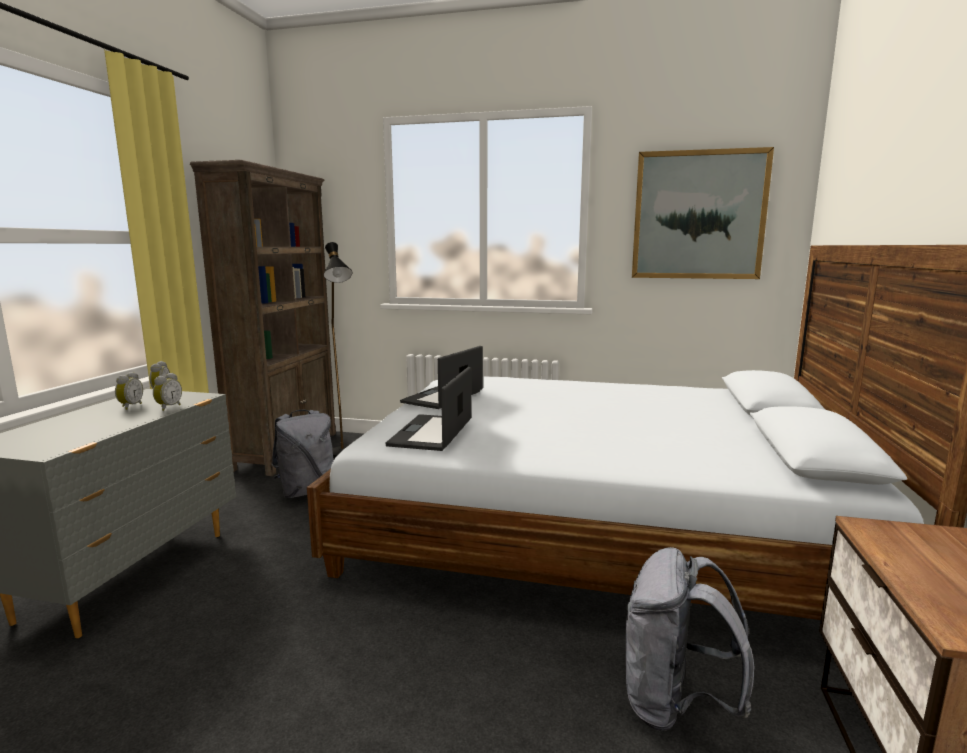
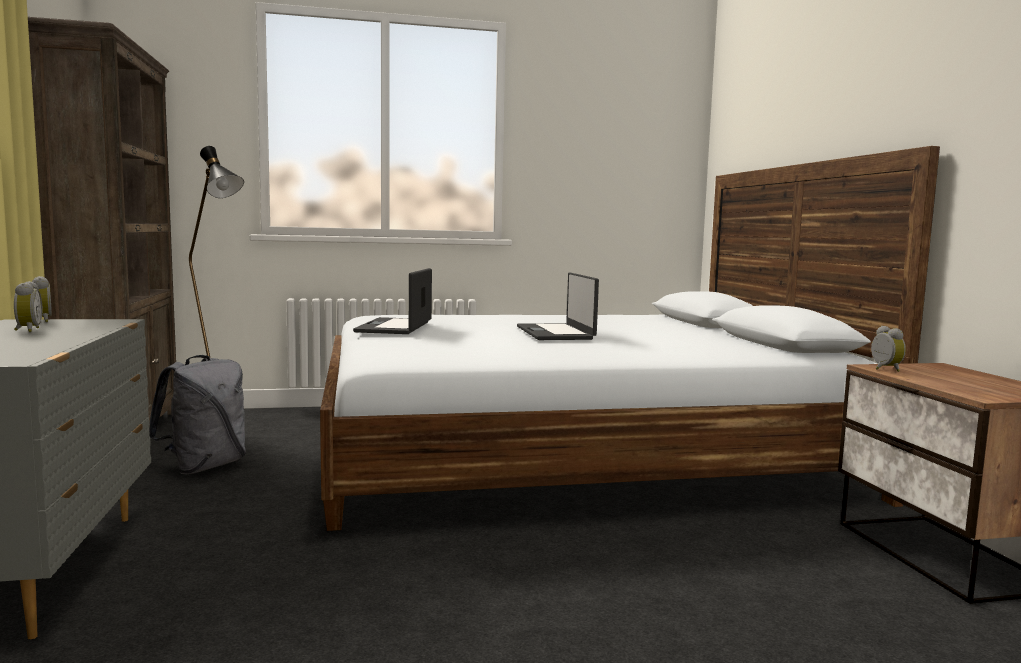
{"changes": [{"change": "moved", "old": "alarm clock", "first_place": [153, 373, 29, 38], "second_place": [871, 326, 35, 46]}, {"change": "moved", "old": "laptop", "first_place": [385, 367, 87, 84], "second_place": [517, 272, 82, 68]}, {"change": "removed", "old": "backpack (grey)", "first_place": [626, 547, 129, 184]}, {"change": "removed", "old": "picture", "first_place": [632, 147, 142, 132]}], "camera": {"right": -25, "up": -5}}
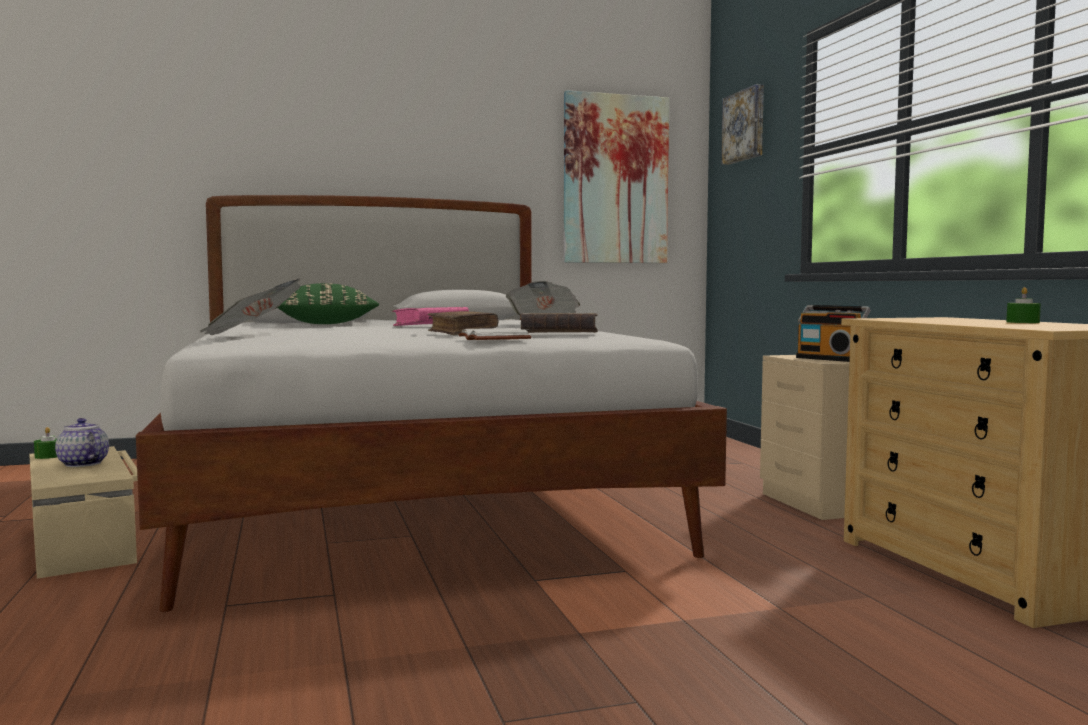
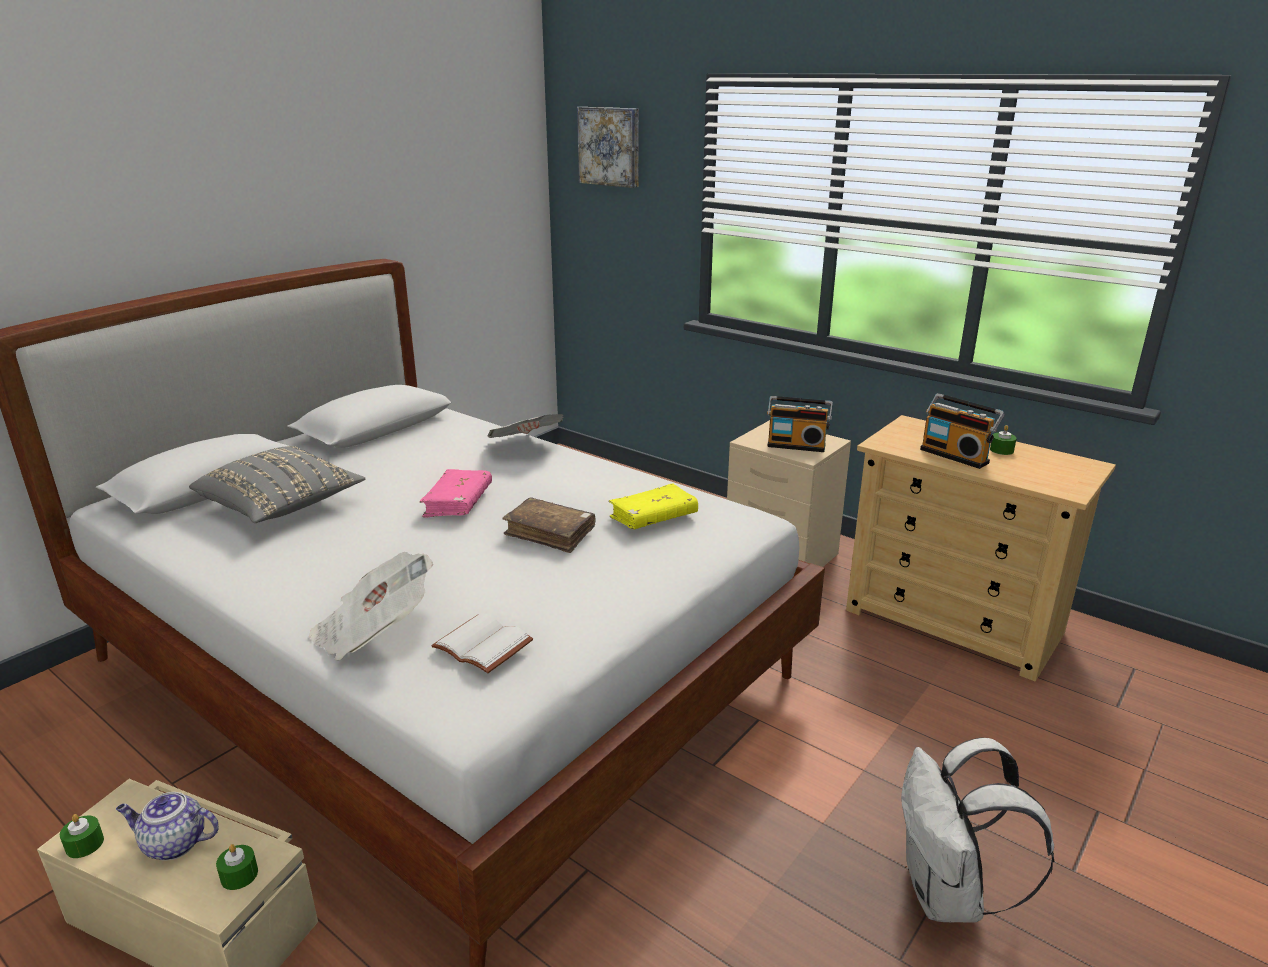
{"changes": [{"change": "recoloured", "old": "pillow (green)", "new": "pillow (grey)", "first_place": [278, 283, 101, 41], "second_place": [189, 446, 176, 77]}, {"change": "moved", "old": "book (white)", "first_place": [458, 328, 74, 12], "second_place": [431, 613, 102, 60]}, {"change": "recoloured", "old": "book (brown)", "new": "book (yellow)", "first_place": [520, 313, 78, 20], "second_place": [608, 483, 90, 46]}, {"change": "removed", "old": "picture", "first_place": [564, 90, 105, 173]}, {"change": "added", "new": "candle (green)", "second_place": [216, 844, 42, 46]}, {"change": "added", "new": "backpack (white)", "second_place": [901, 738, 153, 185]}, {"change": "added", "new": "radio", "second_place": [920, 393, 85, 76]}], "camera": {"right": -35, "up": 20}}
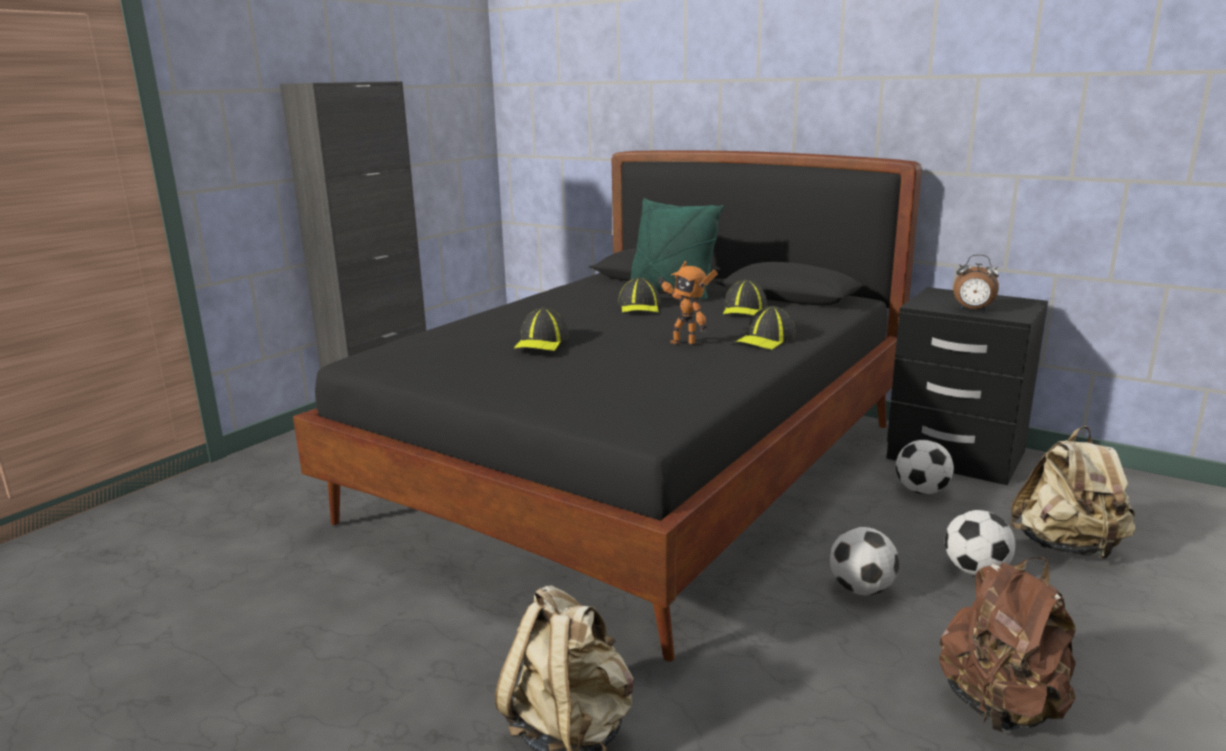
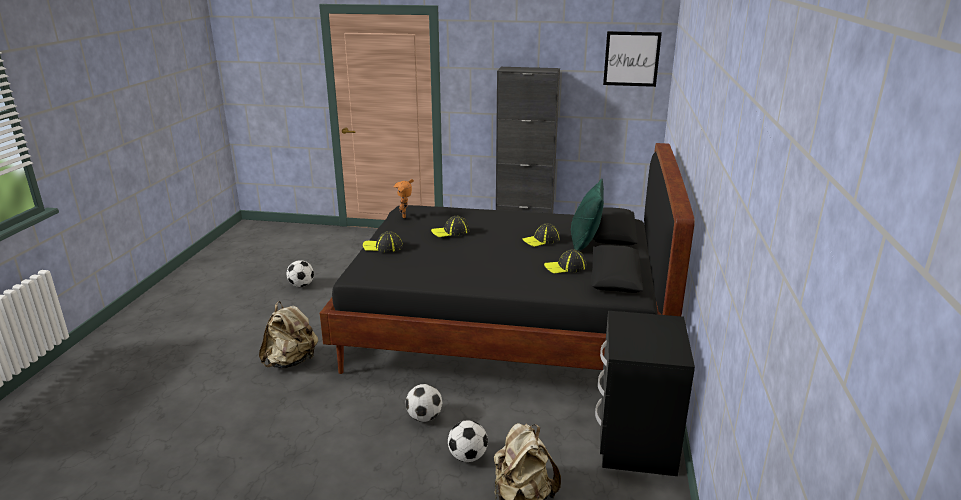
{"changes": [{"change": "moved", "old": "toy robot", "first_place": [657, 261, 61, 84], "second_place": [394, 179, 20, 40]}, {"change": "moved", "old": "cap", "first_place": [735, 306, 61, 44], "second_place": [363, 231, 40, 22]}, {"change": "moved", "old": "football", "first_place": [896, 440, 58, 54], "second_place": [287, 260, 27, 27]}, {"change": "removed", "old": "backpack (brown)", "first_place": [939, 557, 137, 176]}, {"change": "removed", "old": "alarm clock", "first_place": [953, 254, 46, 58]}, {"change": "added", "new": "picture", "second_place": [603, 31, 59, 56]}], "camera": {"right": 65, "up": 5}}
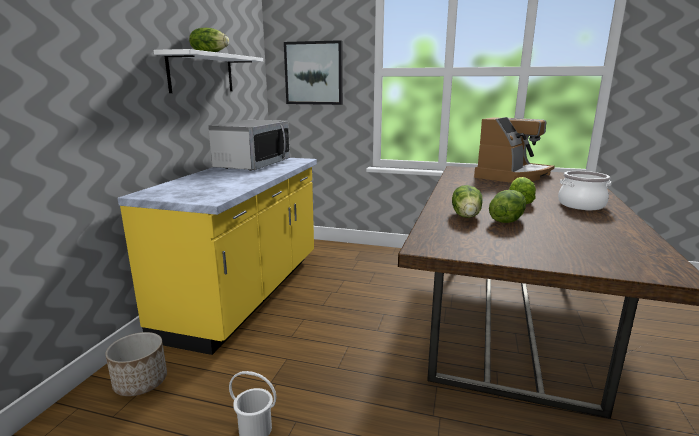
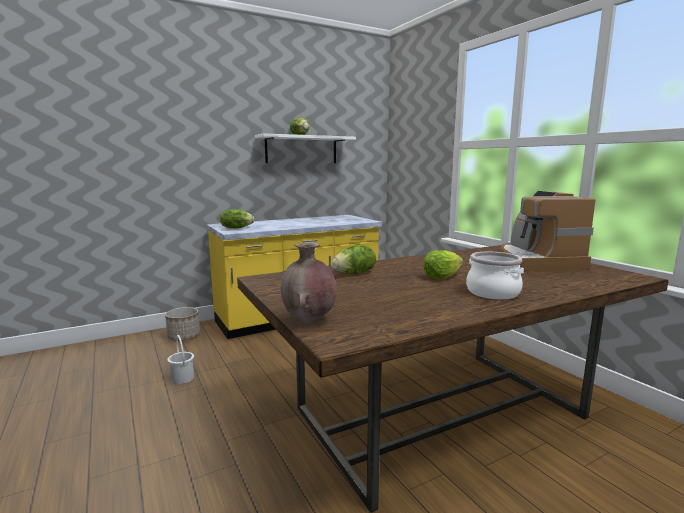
{"changes": [{"change": "removed", "old": "microwave", "first_place": [208, 120, 82, 51]}, {"change": "removed", "old": "picture", "first_place": [284, 40, 59, 65]}, {"change": "turned", "old": "coffee machine", "first_place": [474, 117, 81, 66], "second_place": [500, 191, 96, 80], "degrees": 90}, {"change": "moved", "old": "lettuce", "first_place": [489, 190, 37, 33], "second_place": [220, 209, 34, 20]}, {"change": "added", "new": "vase (brown)", "second_place": [280, 242, 57, 81]}], "camera": {"right": 45, "up": -5}}
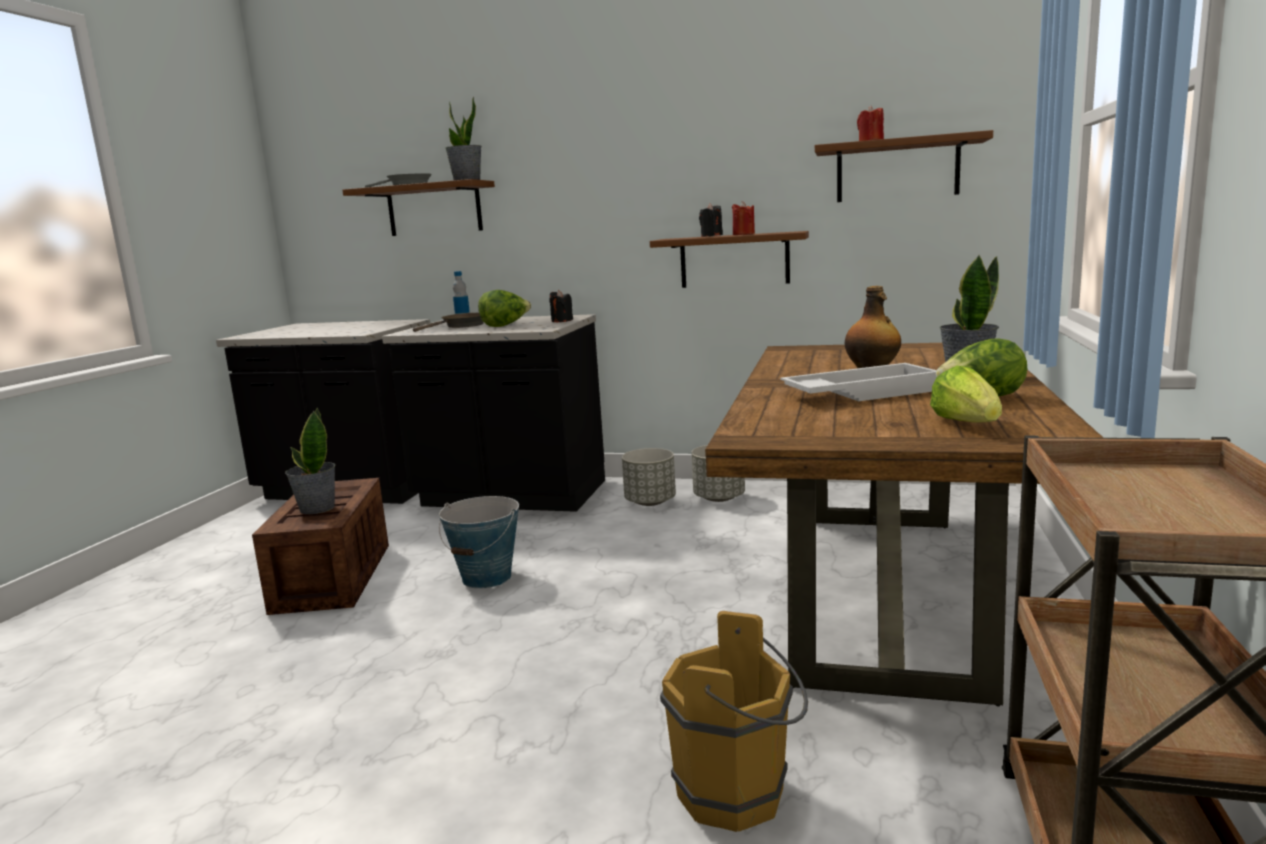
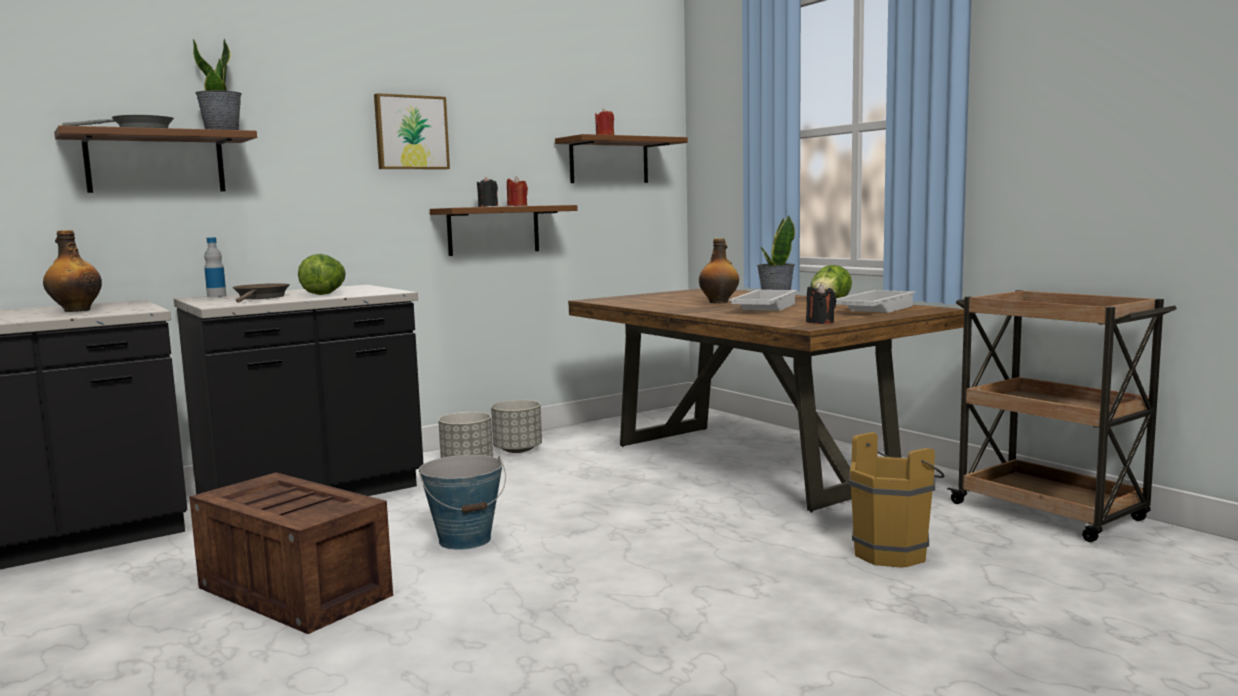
{"changes": [{"change": "removed", "old": "potted plant", "first_place": [285, 407, 50, 107]}, {"change": "moved", "old": "candle (black)", "first_place": [549, 290, 24, 32], "second_place": [806, 283, 30, 41]}, {"change": "replaced", "old": "lettuce", "new": "tray (white)", "first_place": [930, 366, 72, 57], "second_place": [836, 290, 80, 23]}, {"change": "added", "new": "bottle", "second_place": [43, 230, 59, 82]}, {"change": "added", "new": "picture", "second_place": [374, 93, 76, 76]}], "camera": {"right": -50, "up": -5}}
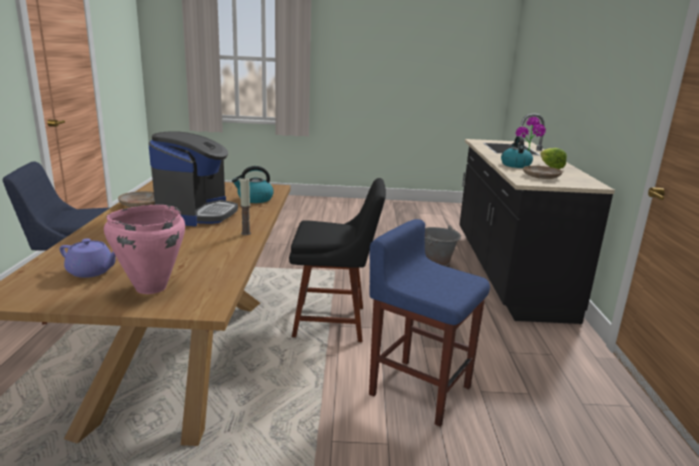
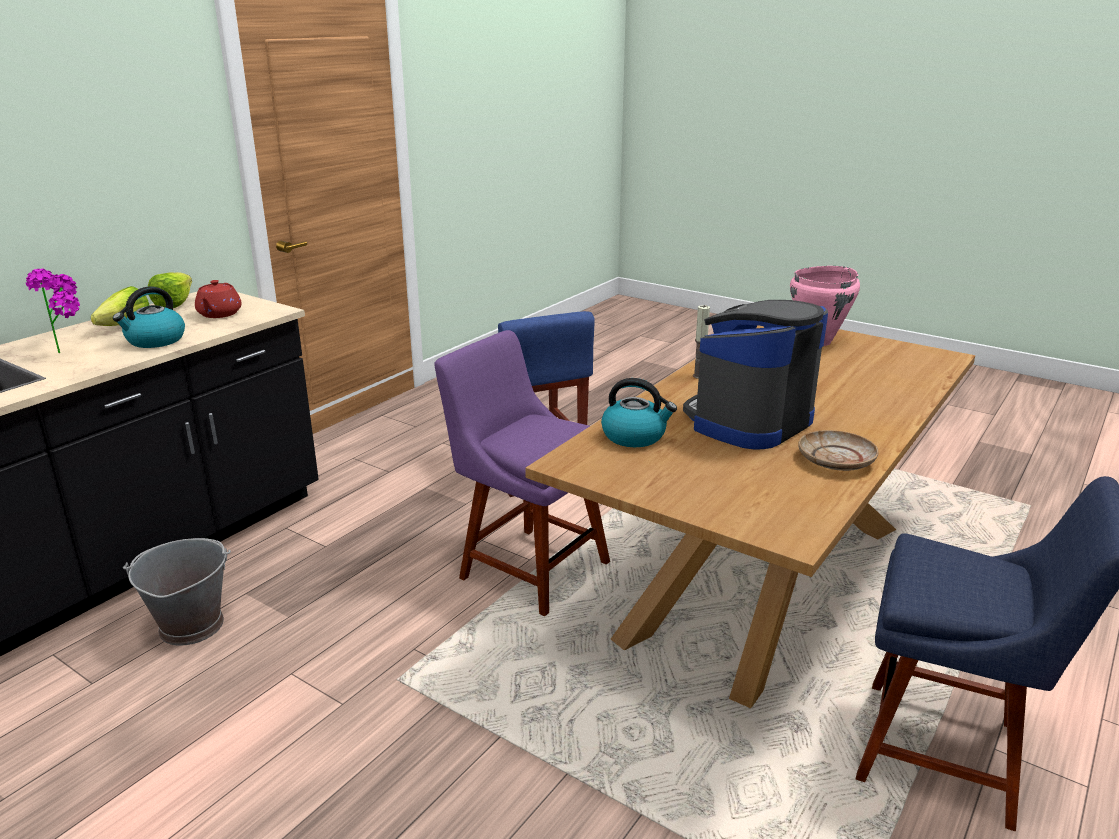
{"changes": [{"change": "removed", "old": "teapot (purple)", "first_place": [59, 238, 57, 40]}, {"change": "recoloured", "old": "chair (black)", "new": "chair (purple)", "first_place": [289, 178, 97, 164], "second_place": [434, 330, 176, 286]}, {"change": "replaced", "old": "plate (beige)", "new": "teapot (red)", "first_place": [523, 166, 40, 13], "second_place": [195, 280, 47, 38]}, {"change": "added", "new": "lettuce", "second_place": [148, 272, 44, 36]}], "camera": {"right": -145, "up": 5}}
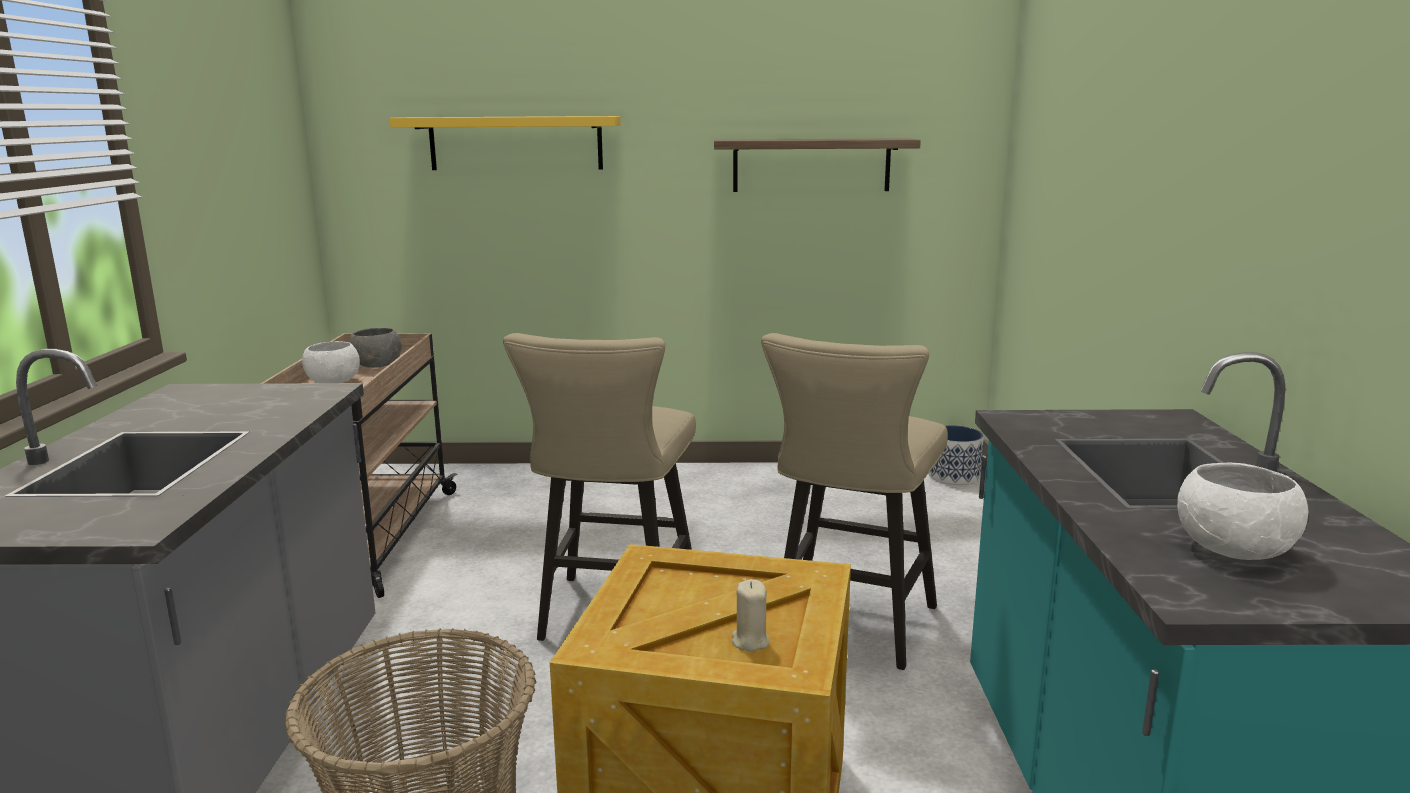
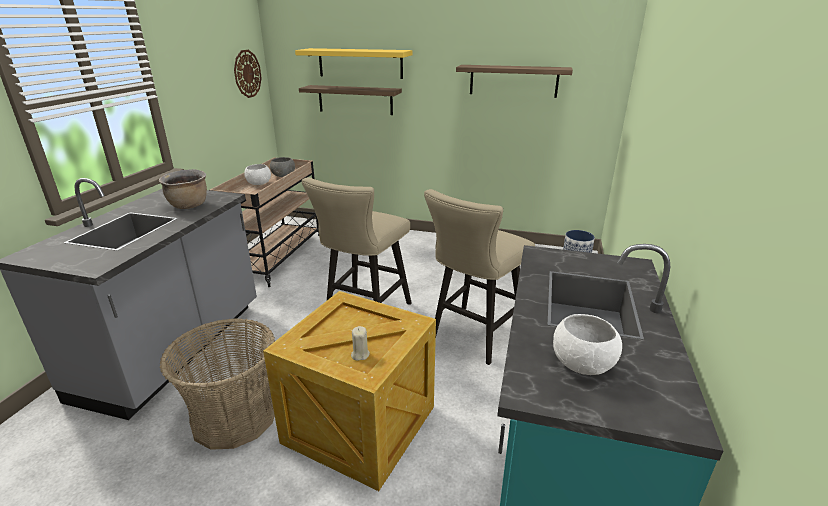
{"changes": [{"change": "added", "new": "cooking pot (brown)", "second_place": [159, 169, 48, 40]}, {"change": "added", "new": "wall clock", "second_place": [234, 50, 28, 48]}, {"change": "added", "new": "shelf", "second_place": [299, 85, 103, 30]}], "camera": {"right": 15, "up": 10}}
